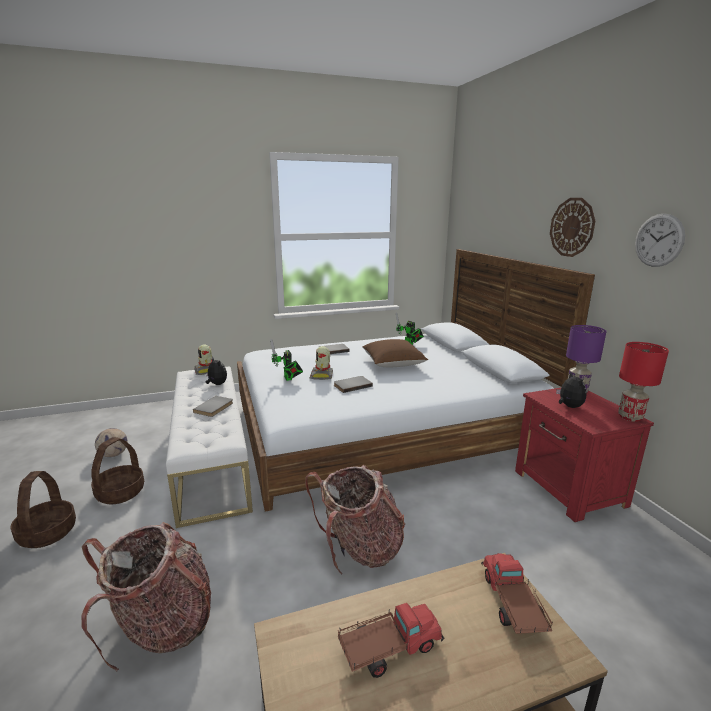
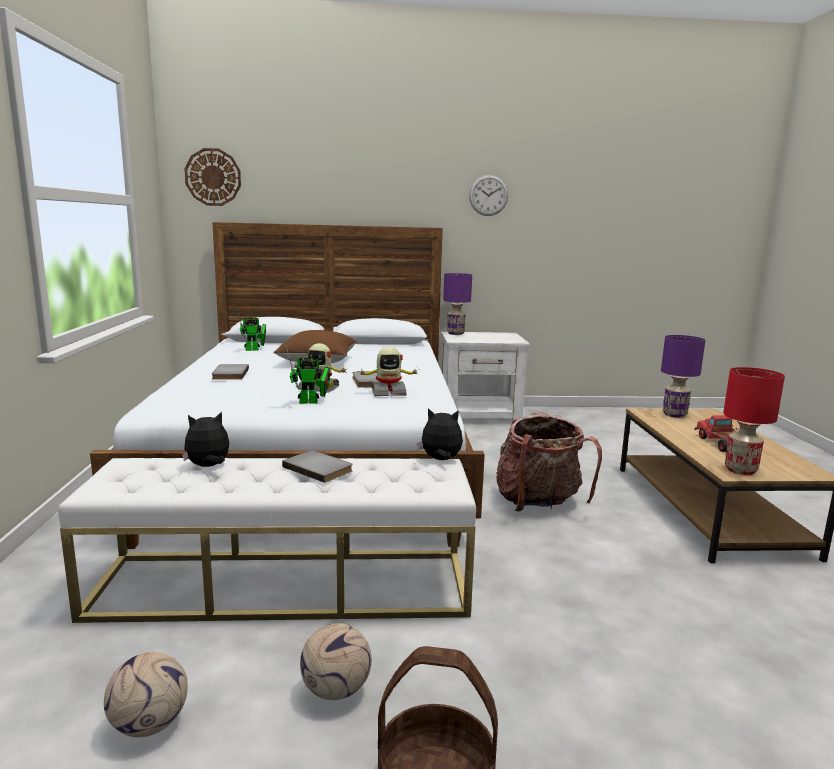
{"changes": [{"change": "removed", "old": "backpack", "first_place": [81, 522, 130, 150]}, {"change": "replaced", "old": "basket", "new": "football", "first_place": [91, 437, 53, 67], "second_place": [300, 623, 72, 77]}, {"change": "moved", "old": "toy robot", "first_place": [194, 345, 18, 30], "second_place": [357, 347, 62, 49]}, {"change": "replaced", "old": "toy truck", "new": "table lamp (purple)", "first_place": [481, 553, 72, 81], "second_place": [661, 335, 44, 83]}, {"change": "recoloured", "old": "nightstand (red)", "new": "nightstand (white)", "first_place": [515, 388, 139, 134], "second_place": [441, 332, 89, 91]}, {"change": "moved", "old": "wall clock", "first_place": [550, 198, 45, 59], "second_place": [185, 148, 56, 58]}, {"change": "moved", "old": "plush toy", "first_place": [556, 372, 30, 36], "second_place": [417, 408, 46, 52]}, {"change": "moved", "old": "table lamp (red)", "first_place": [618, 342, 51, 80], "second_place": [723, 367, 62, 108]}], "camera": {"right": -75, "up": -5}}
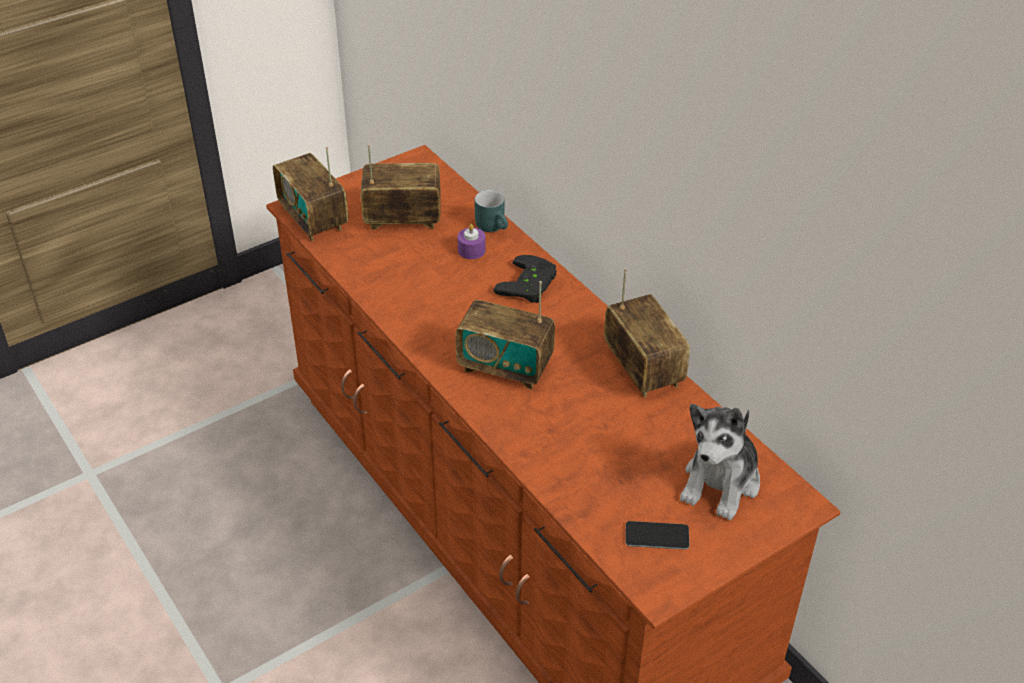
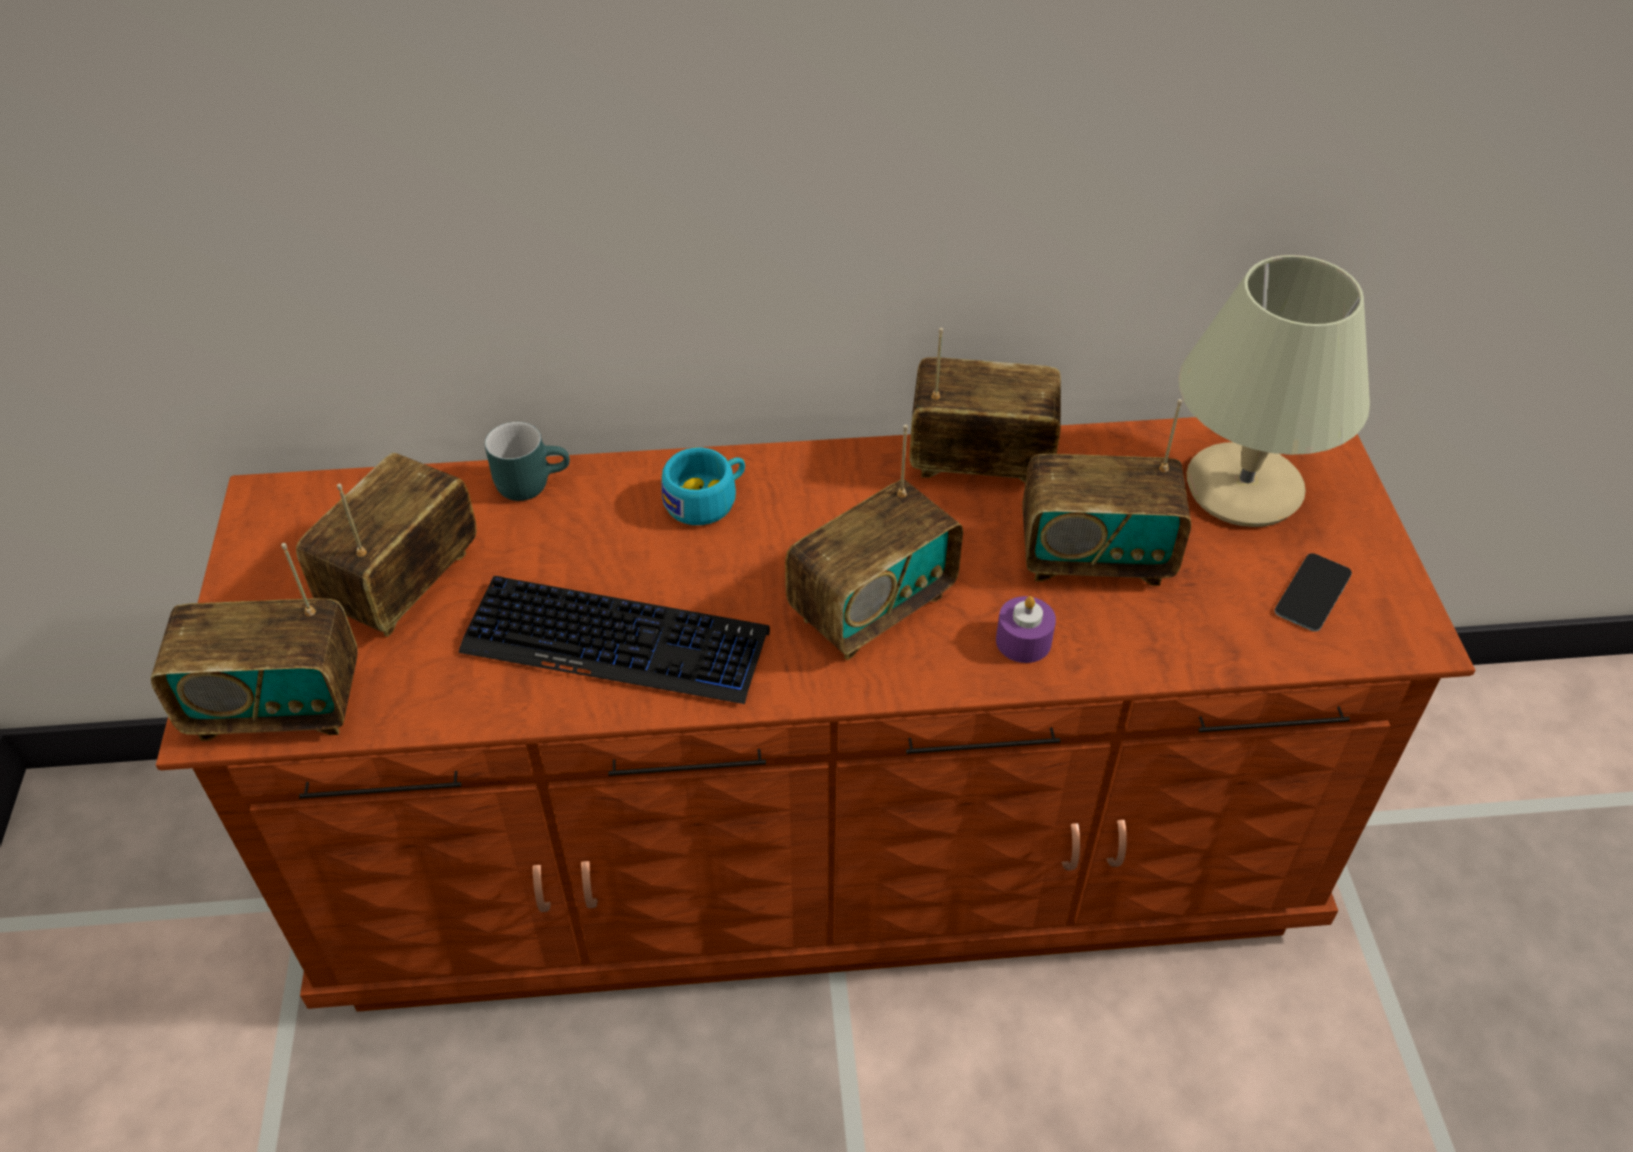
{"changes": [{"change": "moved", "old": "candle (purple)", "first_place": [458, 224, 28, 35], "second_place": [996, 596, 60, 67]}, {"change": "replaced", "old": "game controller (black)", "new": "cup (turquoise)", "first_place": [493, 255, 63, 48], "second_place": [661, 448, 84, 77]}, {"change": "replaced", "old": "plush toy", "new": "table lamp (beige)", "first_place": [680, 404, 80, 116], "second_place": [1179, 255, 191, 272]}, {"change": "added", "new": "keyboard", "second_place": [458, 576, 312, 128]}, {"change": "added", "new": "radio", "second_place": [1022, 399, 169, 187]}], "camera": {"right": -60, "up": 5}}
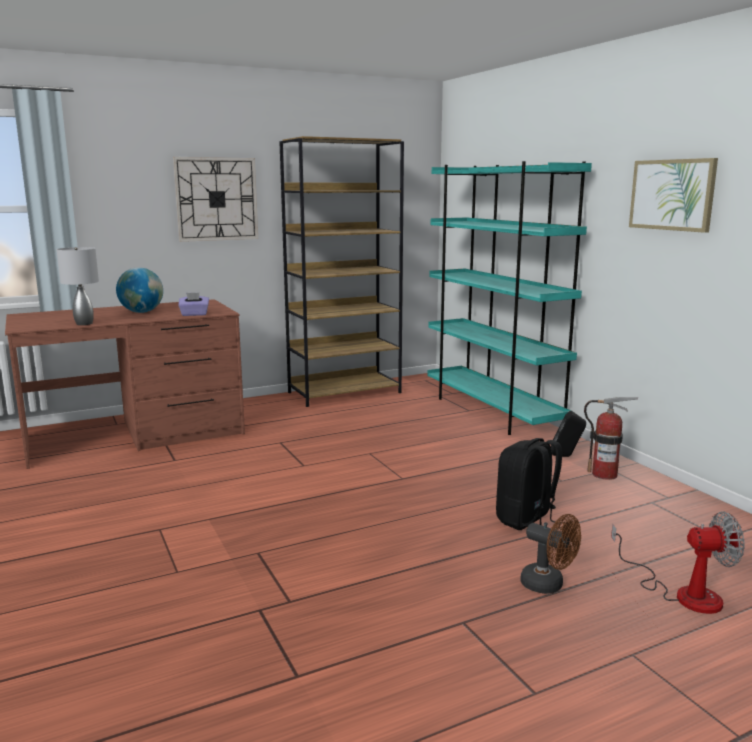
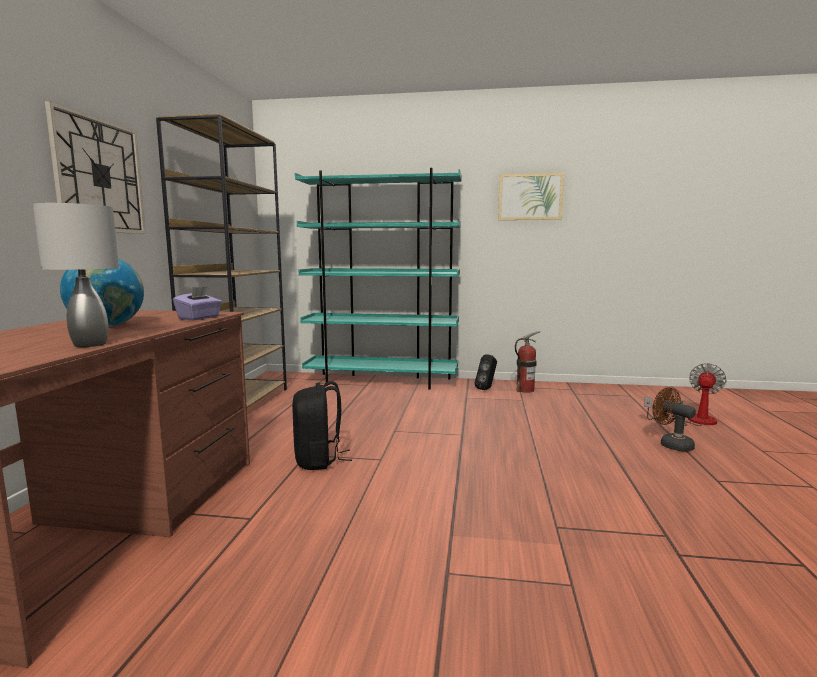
{"changes": [{"change": "moved", "old": "backpack (black)", "first_place": [496, 438, 67, 92], "second_place": [292, 381, 60, 89]}, {"change": "turned", "old": "fan (brown)", "first_place": [520, 514, 61, 80], "second_place": [652, 387, 44, 65], "degrees": -105}], "camera": {"right": -55, "up": -5}}
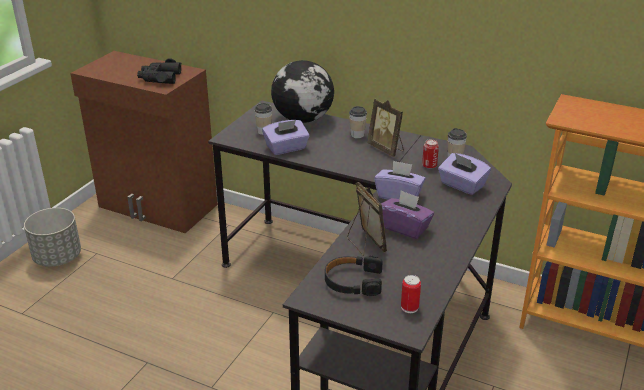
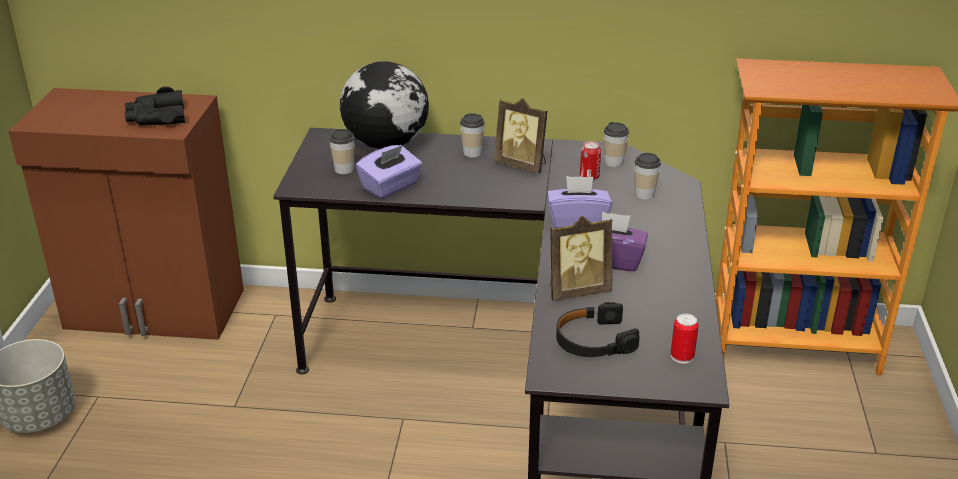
{"changes": [{"change": "turned", "old": "picture frame", "first_place": [347, 182, 40, 74], "second_place": [550, 216, 63, 85], "degrees": 120}, {"change": "replaced", "old": "tissue box (purple)", "new": "cup", "first_place": [438, 153, 53, 42], "second_place": [634, 153, 27, 47]}], "camera": {"right": -20, "up": 0}}
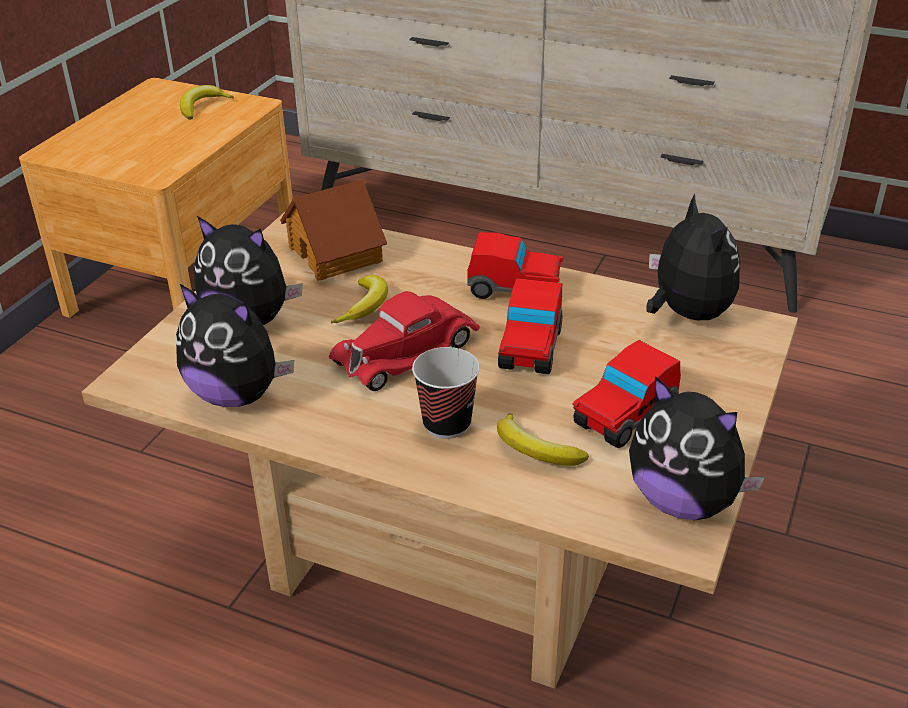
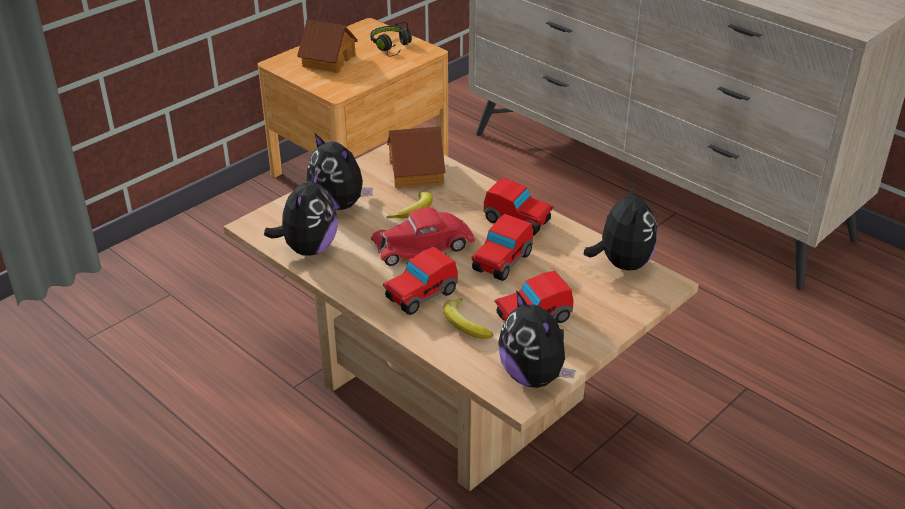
{"changes": [{"change": "turned", "old": "plush toy", "first_place": [176, 284, 118, 123], "second_place": [264, 169, 74, 87], "degrees": -120}, {"change": "replaced", "old": "banana", "new": "headphones (black)", "first_place": [180, 85, 54, 35], "second_place": [370, 22, 42, 35]}, {"change": "replaced", "old": "cup", "new": "toy car", "first_place": [412, 347, 68, 92], "second_place": [383, 247, 75, 68]}, {"change": "added", "new": "toy house", "second_place": [297, 19, 61, 54]}], "camera": {"right": 20, "up": 0}}
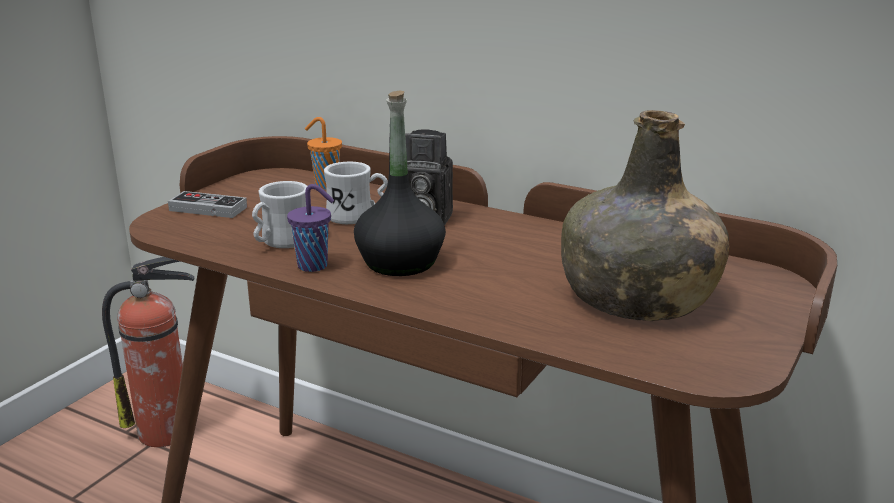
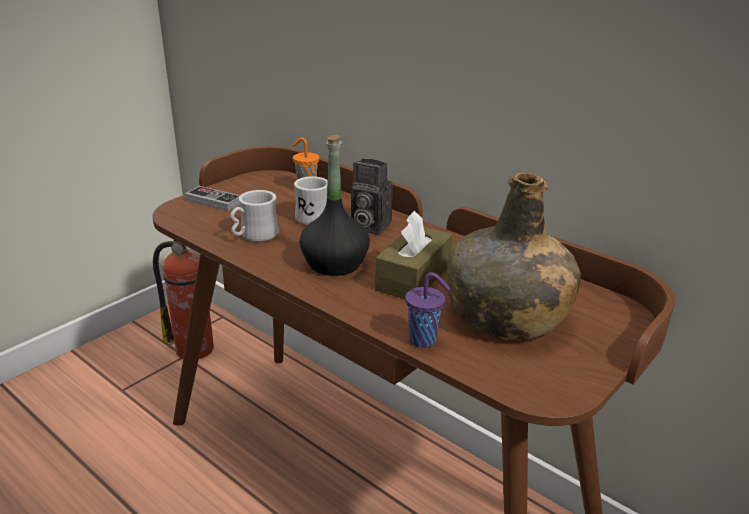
{"changes": [{"change": "moved", "old": "cup (purple)", "first_place": [287, 184, 47, 88], "second_place": [405, 272, 45, 76]}, {"change": "added", "new": "tissue box (brown)", "second_place": [375, 211, 77, 88]}], "camera": {"right": 10, "up": 5}}
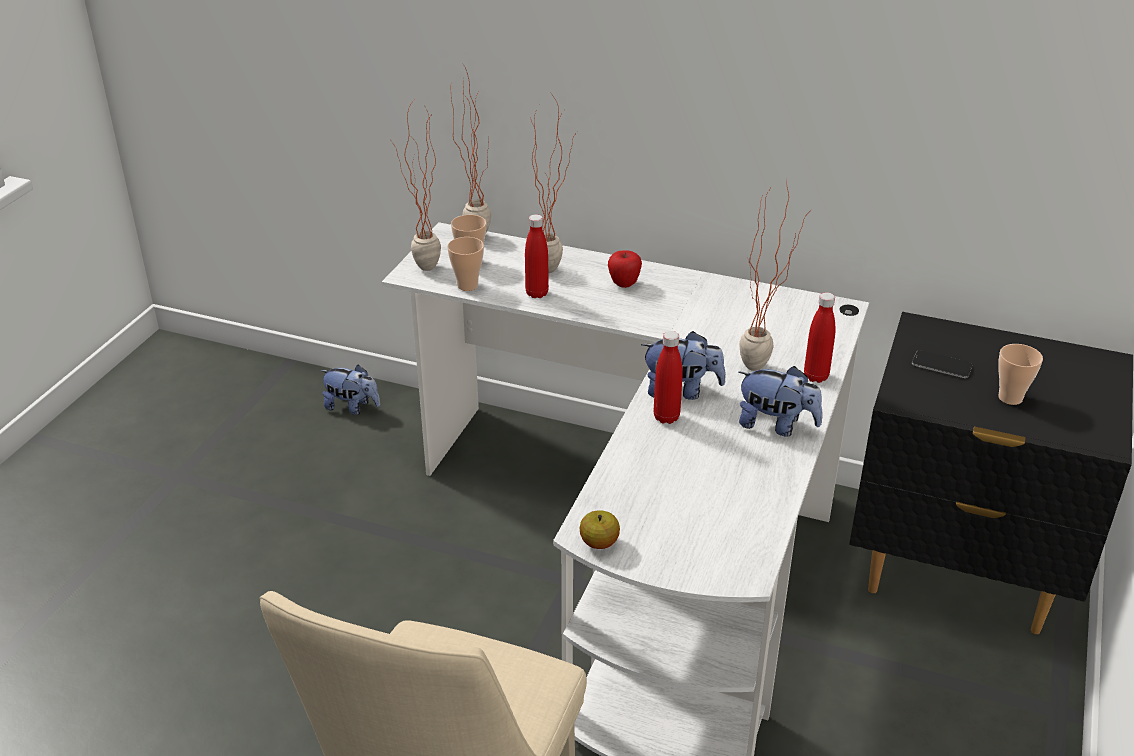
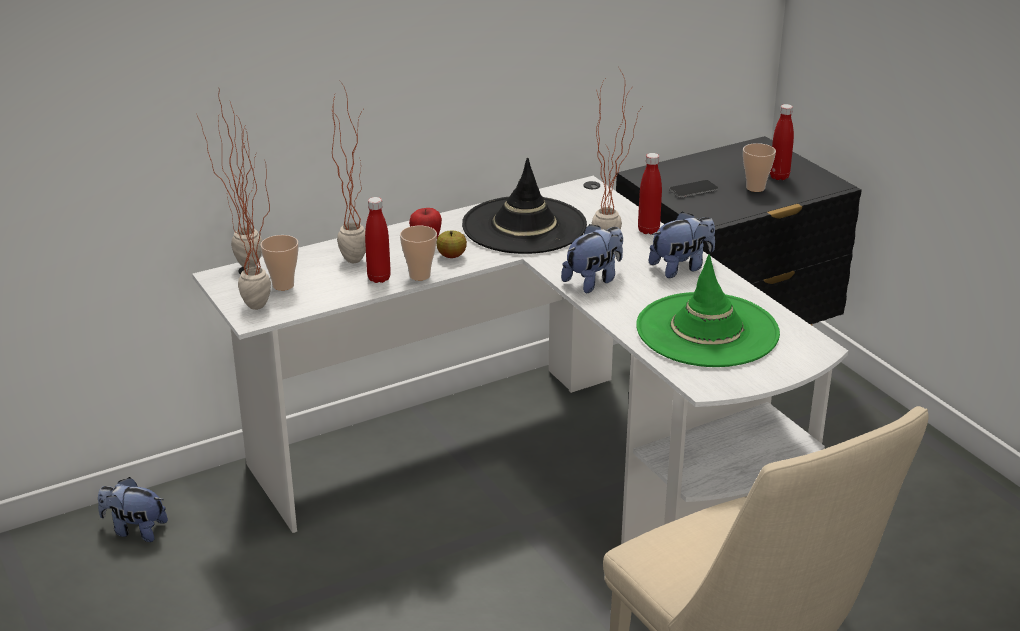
{"changes": [{"change": "turned", "old": "plush toy", "first_place": [320, 365, 60, 50], "second_place": [98, 477, 70, 65], "degrees": -135}, {"change": "moved", "old": "cup", "first_place": [447, 237, 37, 54], "second_place": [400, 226, 37, 55]}, {"change": "moved", "old": "apple", "first_place": [580, 510, 40, 39], "second_place": [436, 231, 31, 27]}, {"change": "moved", "old": "bottle (red)", "first_place": [654, 331, 29, 93], "second_place": [770, 104, 24, 76]}, {"change": "added", "new": "hat (black)", "second_place": [462, 158, 125, 96]}, {"change": "added", "new": "hat (green)", "second_place": [636, 255, 144, 112]}], "camera": {"right": -50, "up": -5}}
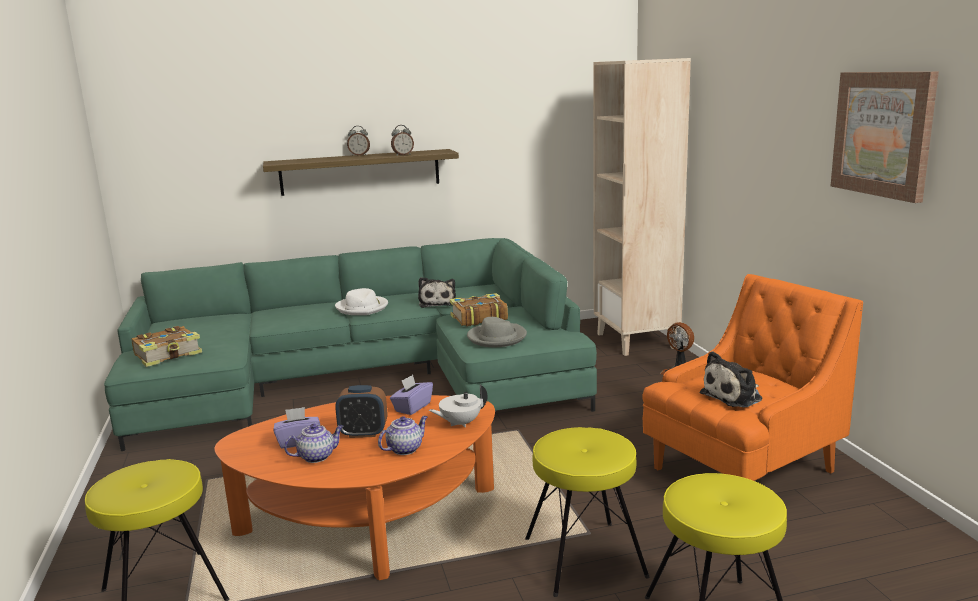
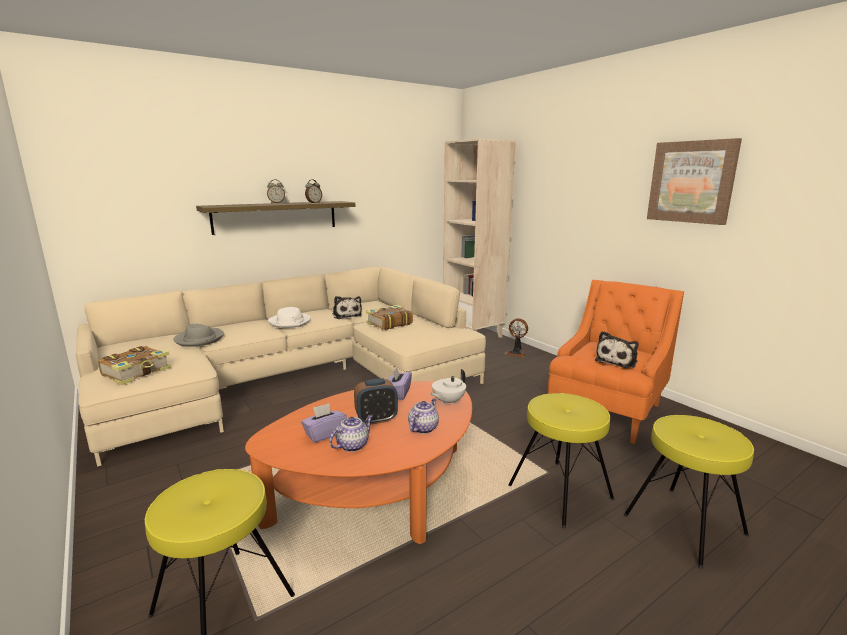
{"changes": [{"change": "recoloured", "old": "sofa (green)", "new": "sofa (beige)", "first_place": [104, 238, 493, 213], "second_place": [76, 267, 410, 200]}, {"change": "moved", "old": "hat (grey)", "first_place": [467, 317, 60, 30], "second_place": [174, 324, 50, 23]}], "camera": {"right": -20, "up": 0}}
